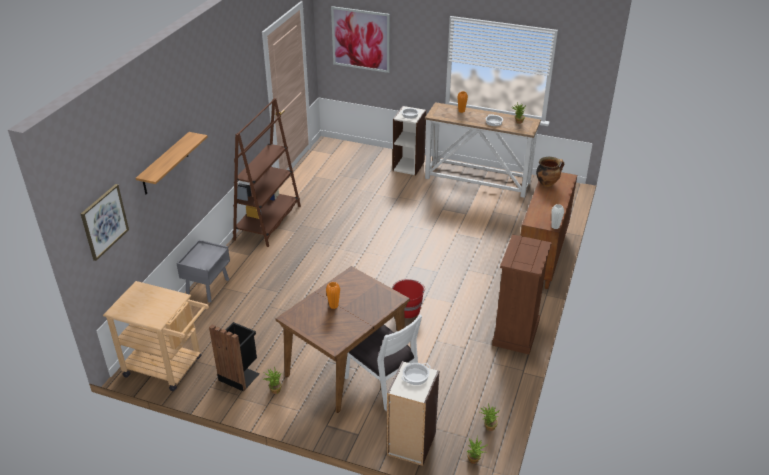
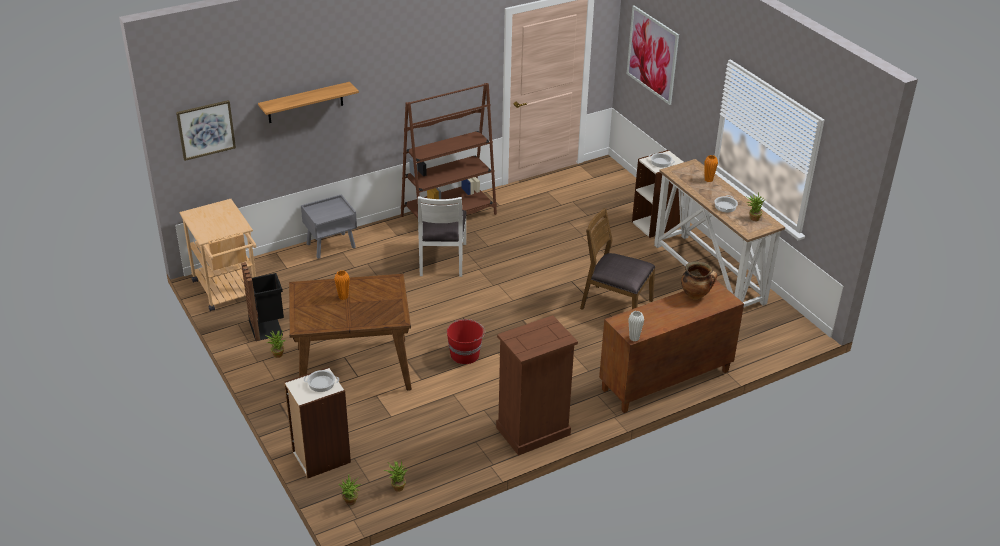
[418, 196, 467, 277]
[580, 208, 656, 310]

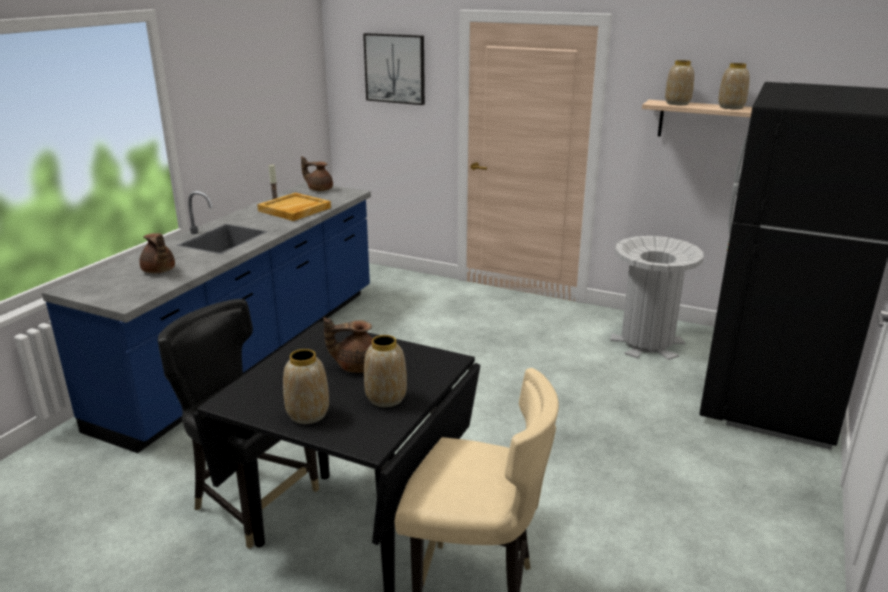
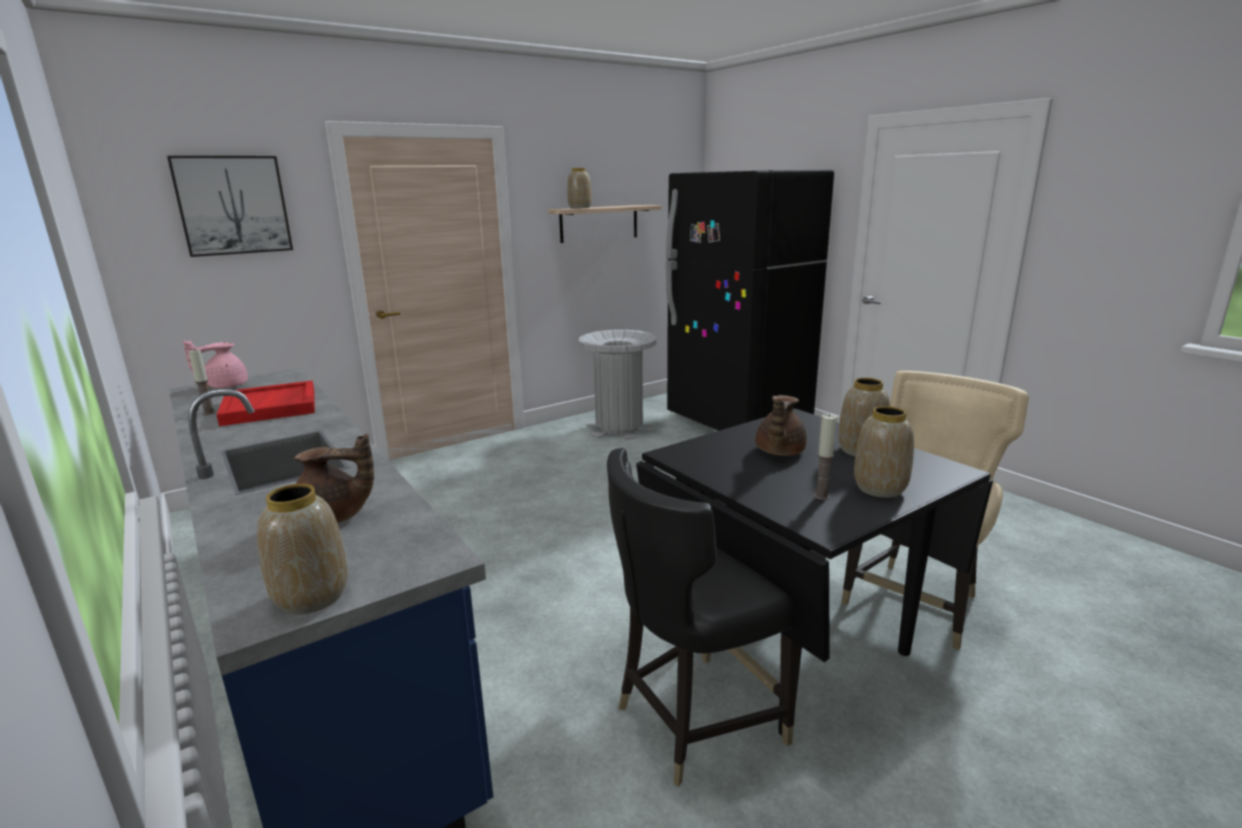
[183, 340, 248, 388]
[216, 380, 315, 426]
[257, 484, 348, 614]
[814, 414, 837, 500]

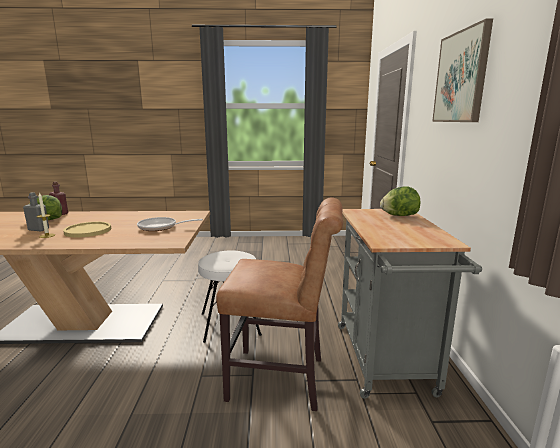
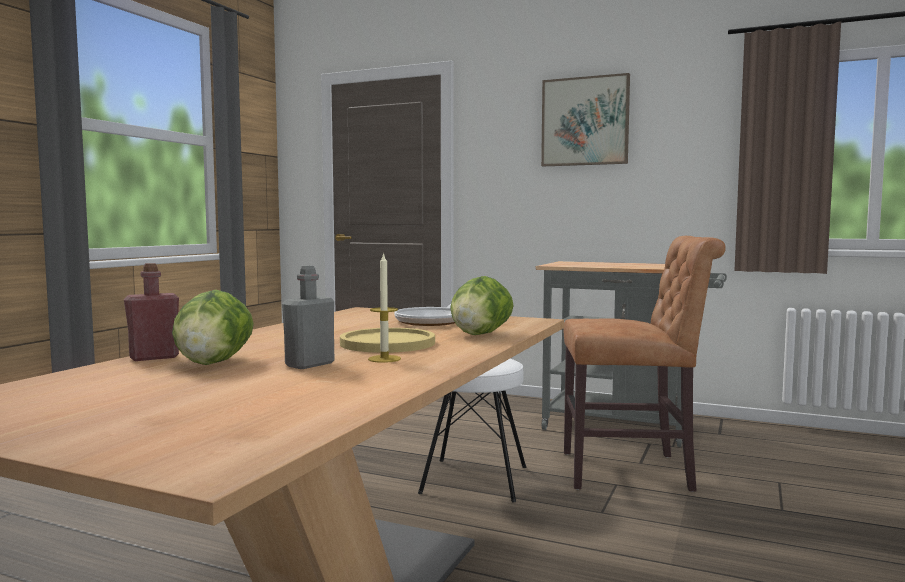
[450, 276, 514, 335]
[563, 236, 726, 492]

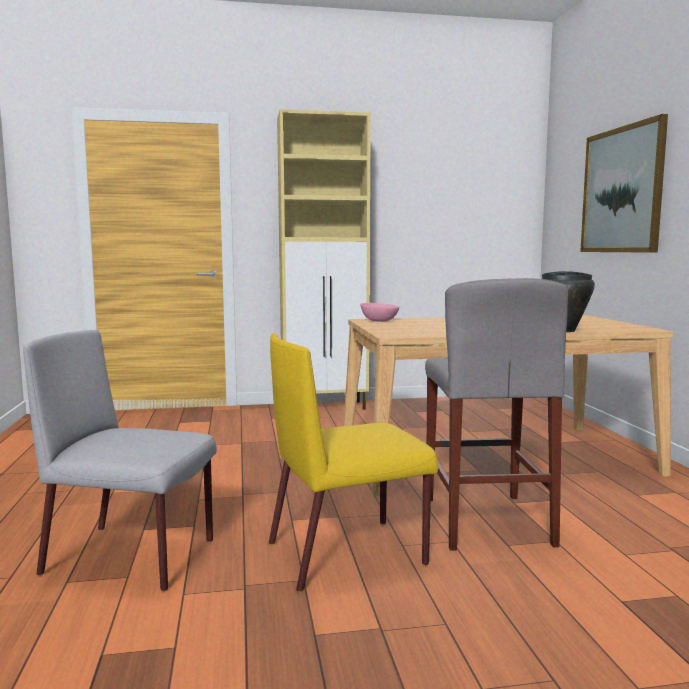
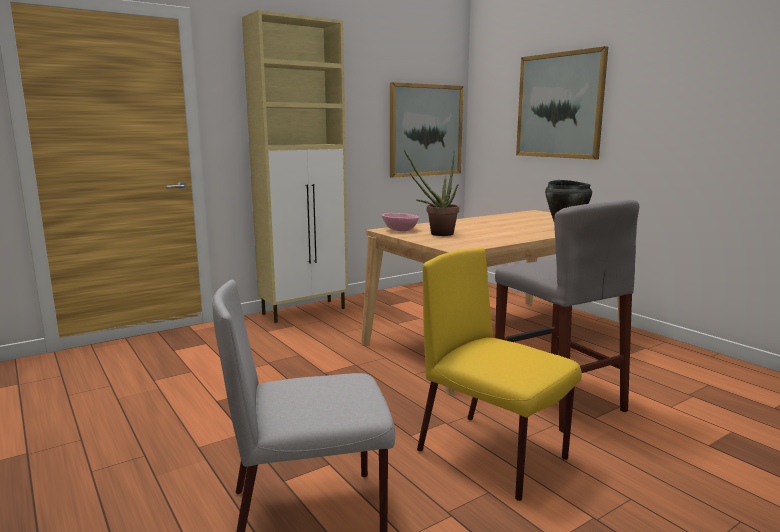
[390, 82, 463, 178]
[404, 149, 459, 236]
[417, 248, 582, 501]

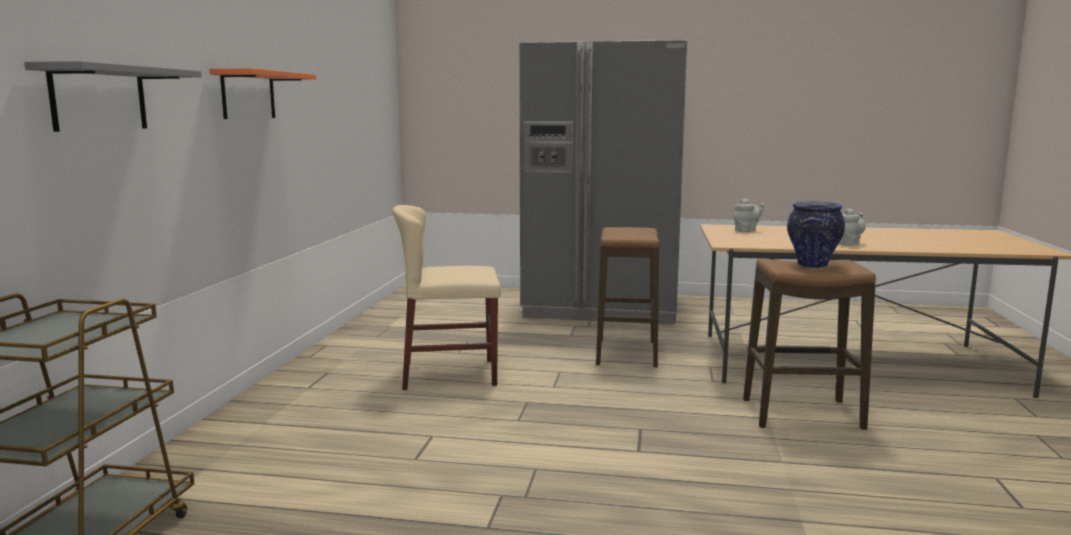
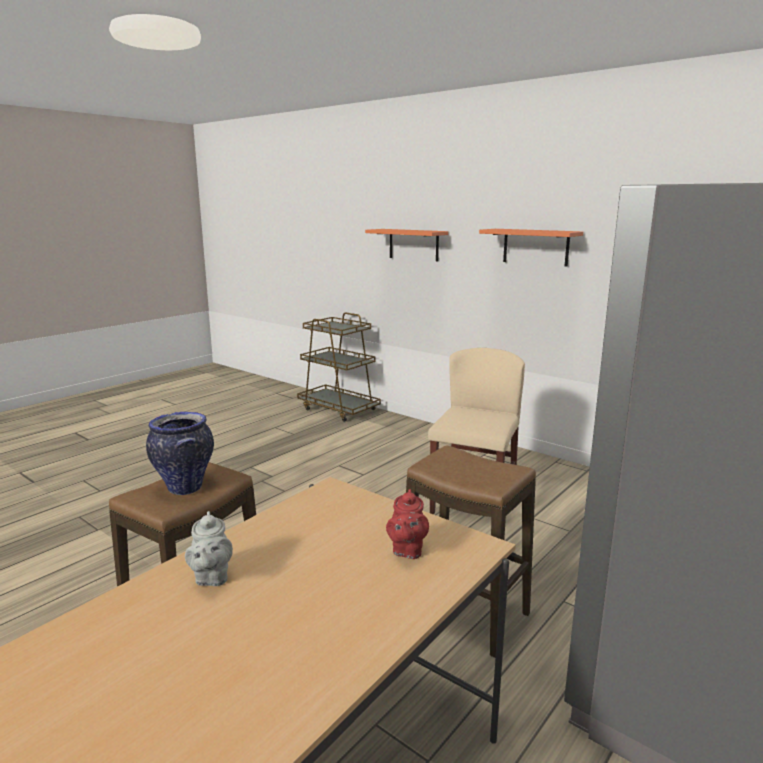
[365, 229, 448, 261]
[386, 489, 429, 559]

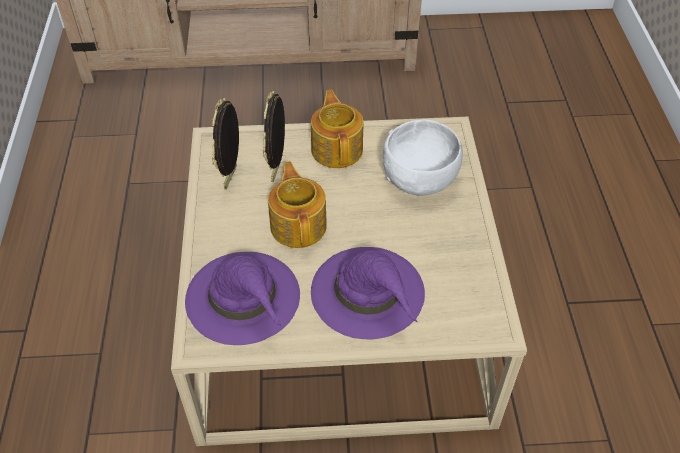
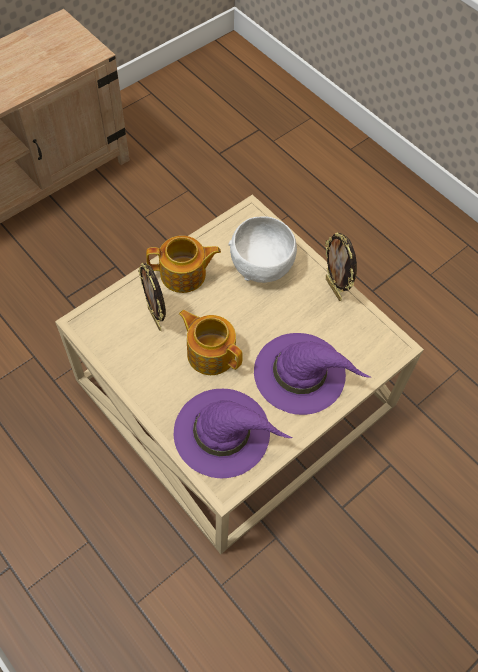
[146, 236, 221, 293]
[325, 232, 357, 301]

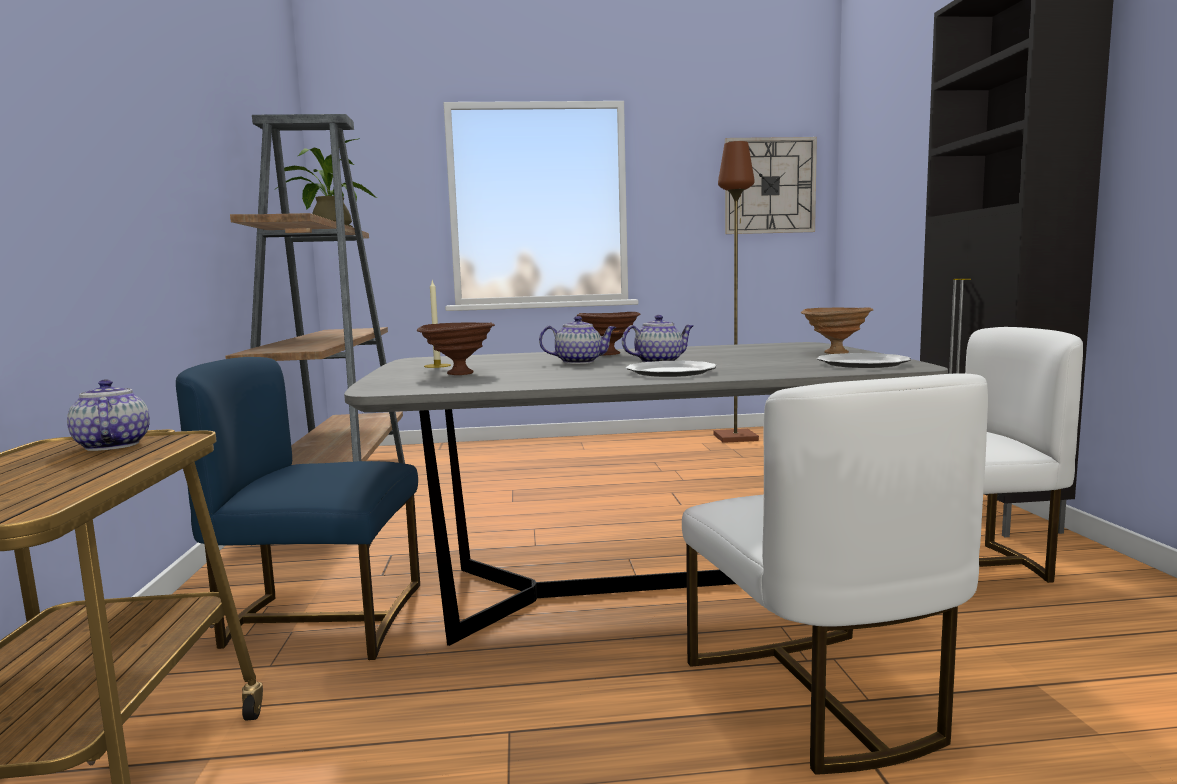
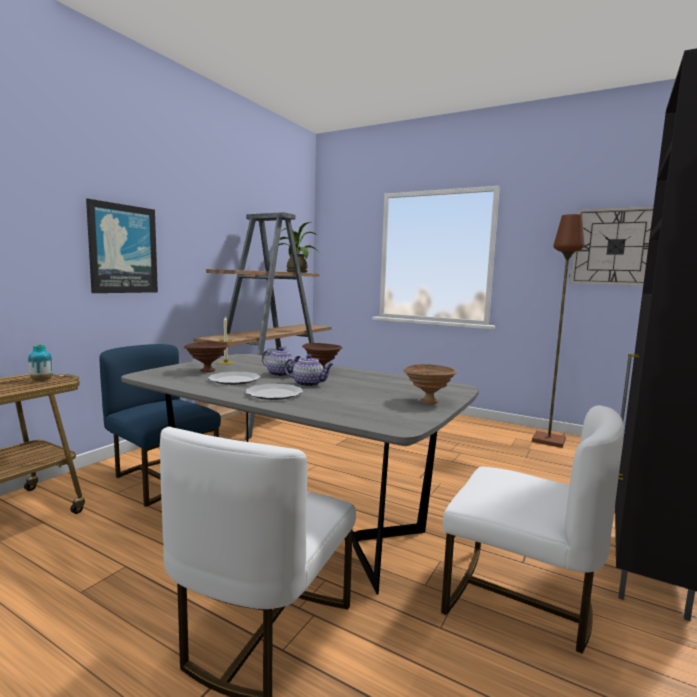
[28, 345, 53, 381]
[86, 199, 158, 293]
[208, 371, 261, 385]

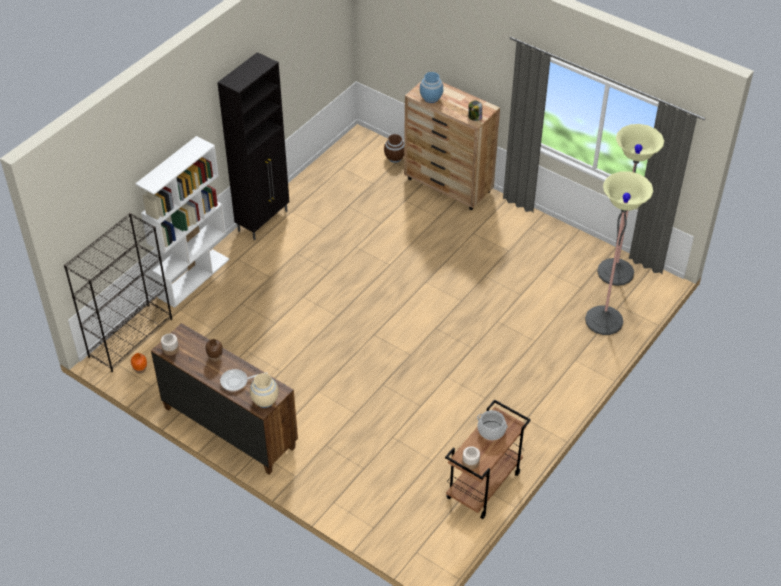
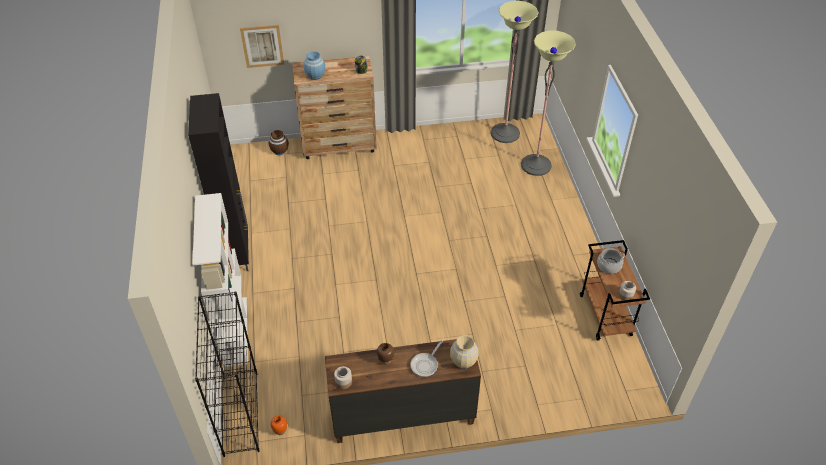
[240, 25, 284, 68]

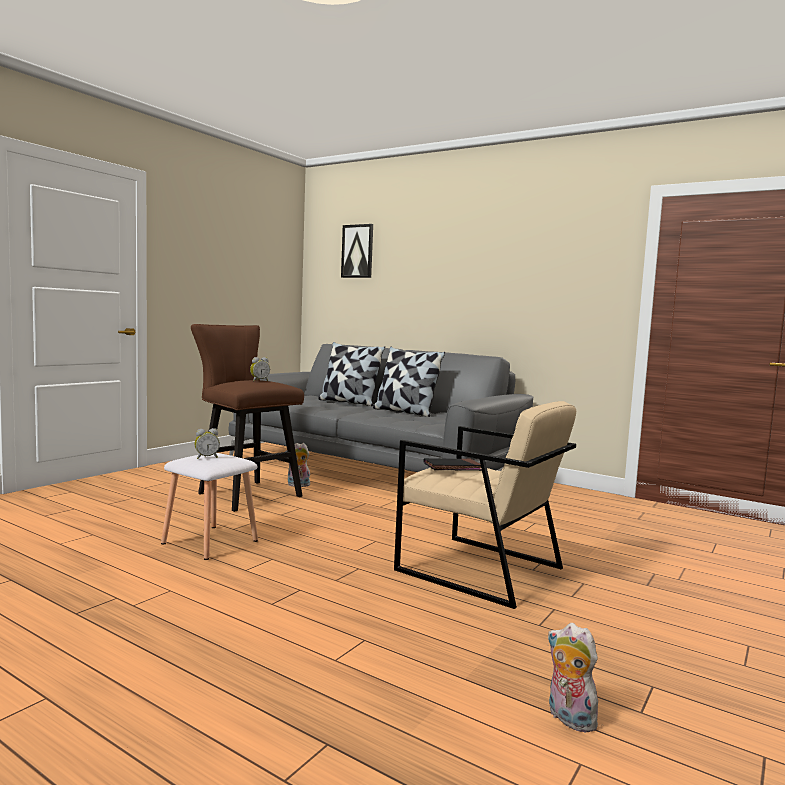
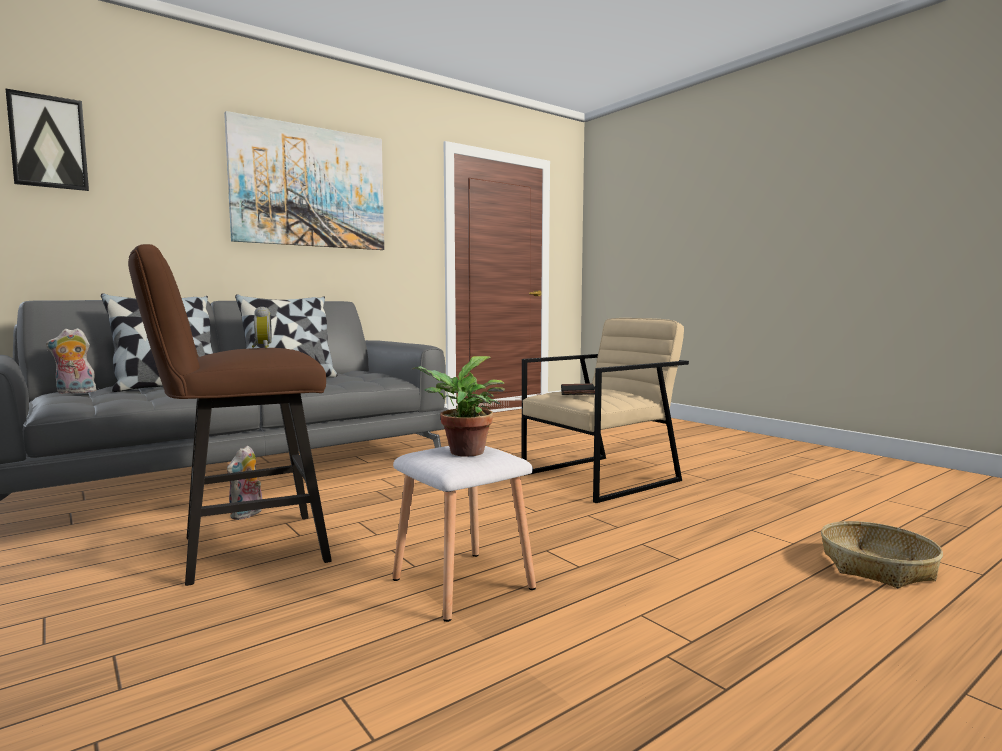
[46, 328, 97, 394]
[224, 111, 384, 250]
[412, 356, 505, 457]
[821, 521, 943, 588]

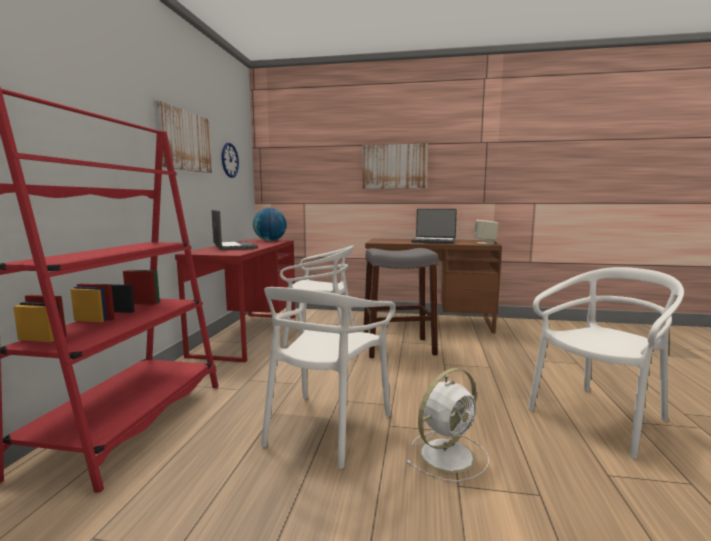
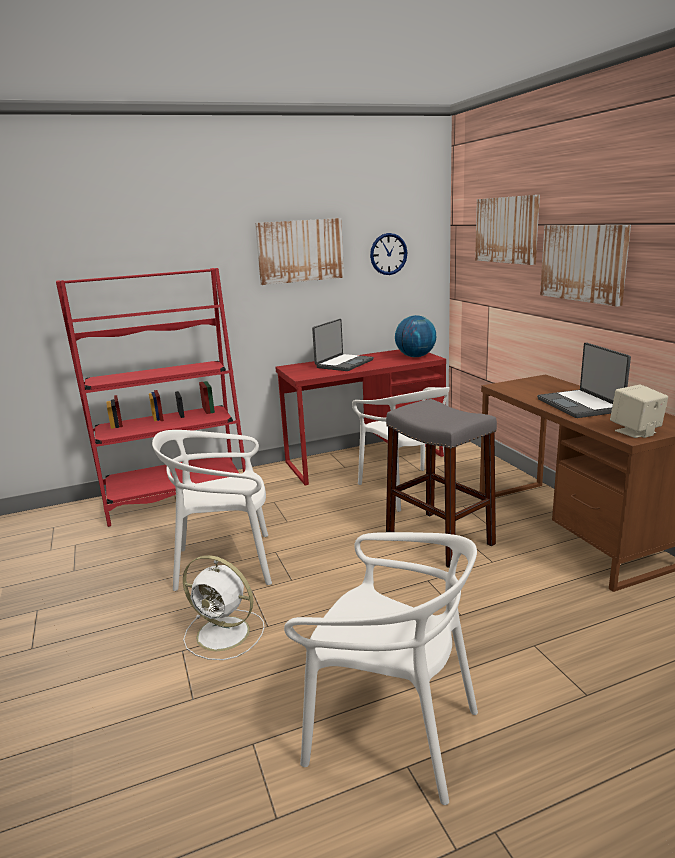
[475, 195, 540, 265]

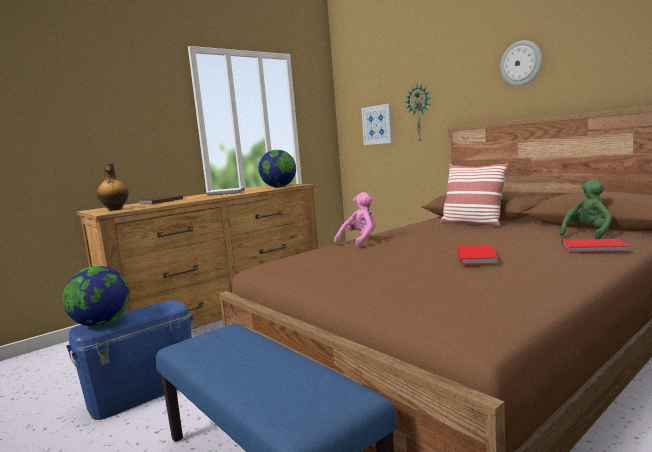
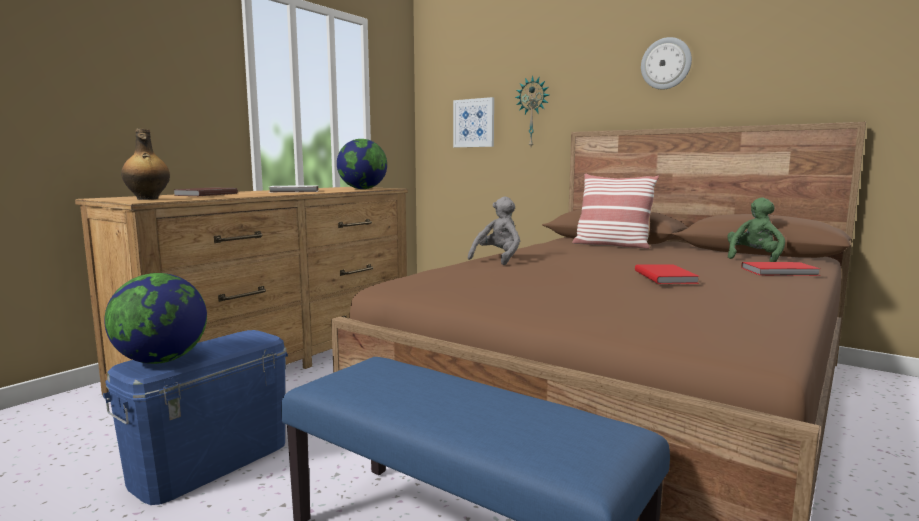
[468, 197, 520, 265]

